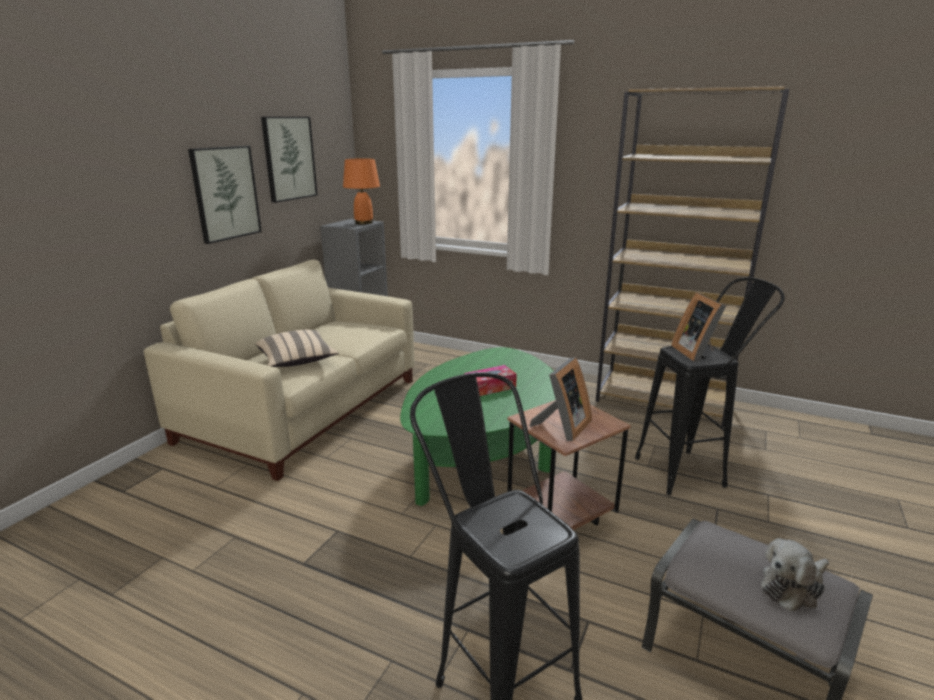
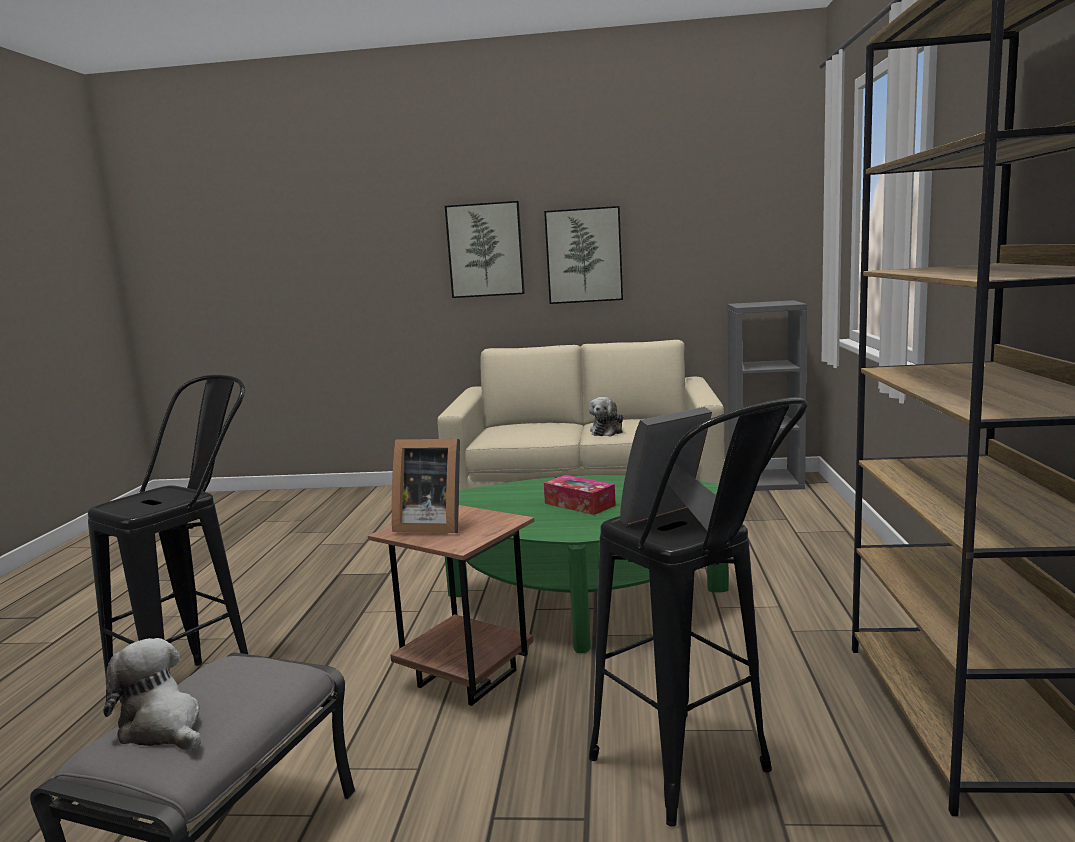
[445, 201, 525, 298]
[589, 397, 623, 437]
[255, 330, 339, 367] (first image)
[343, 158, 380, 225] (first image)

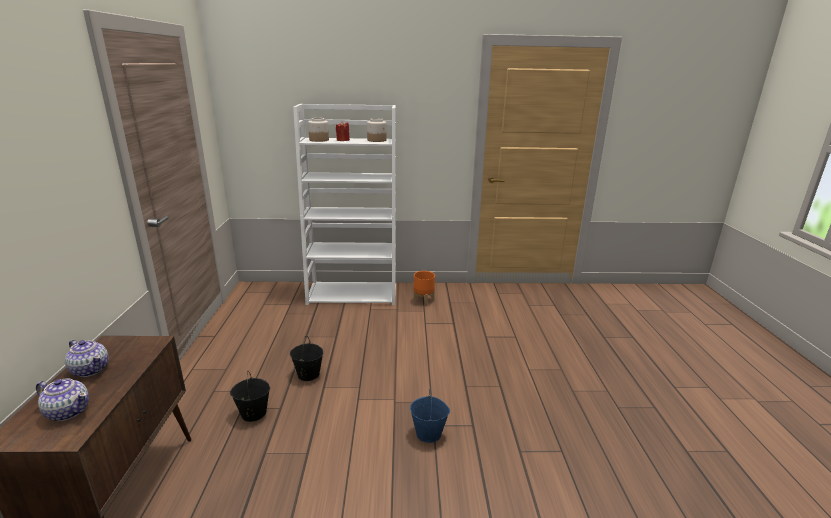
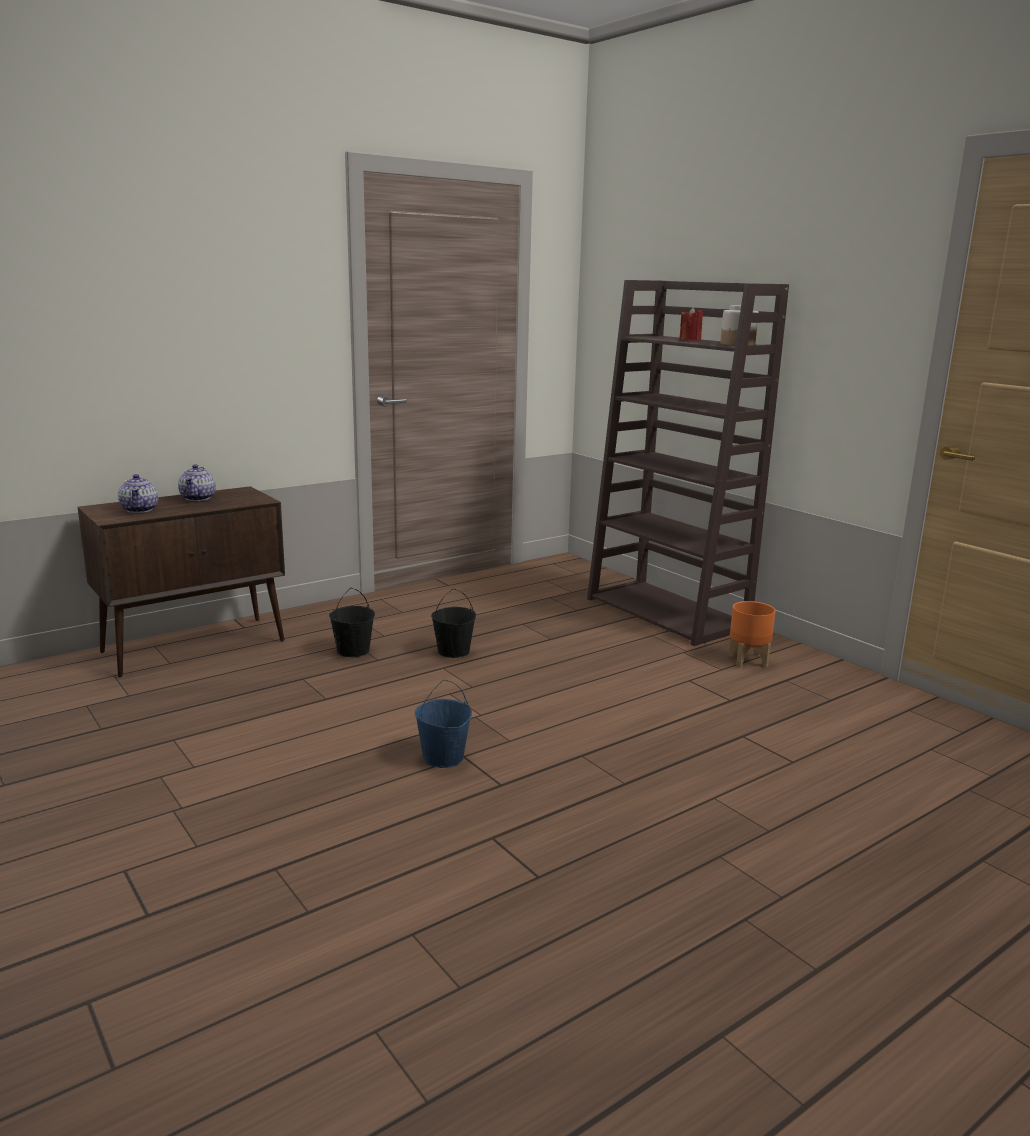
[587, 280, 789, 646]
[308, 118, 329, 142] (first image)

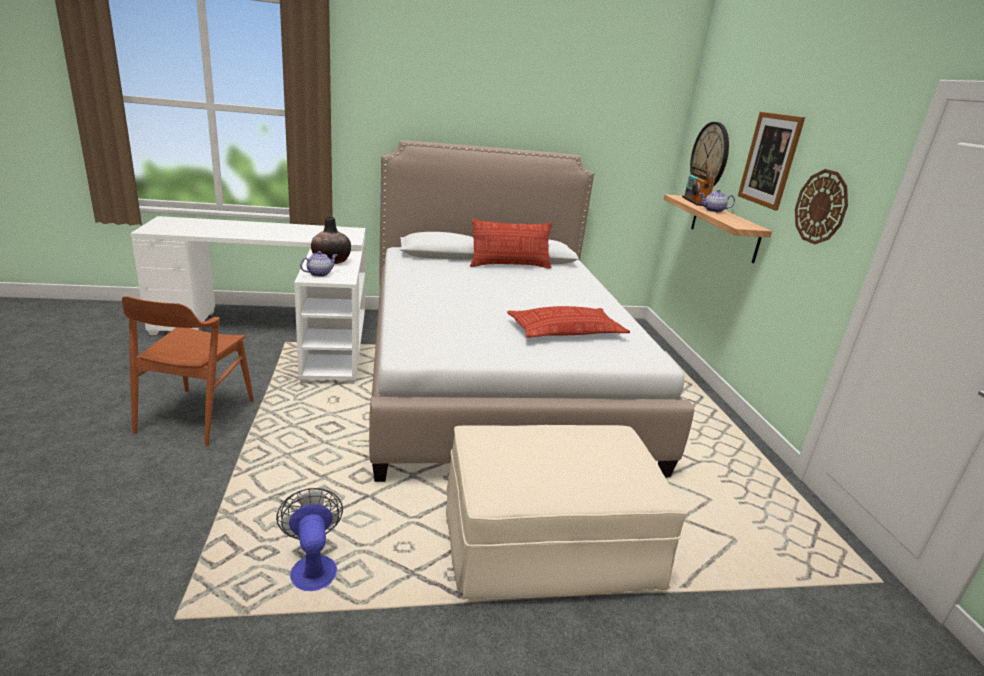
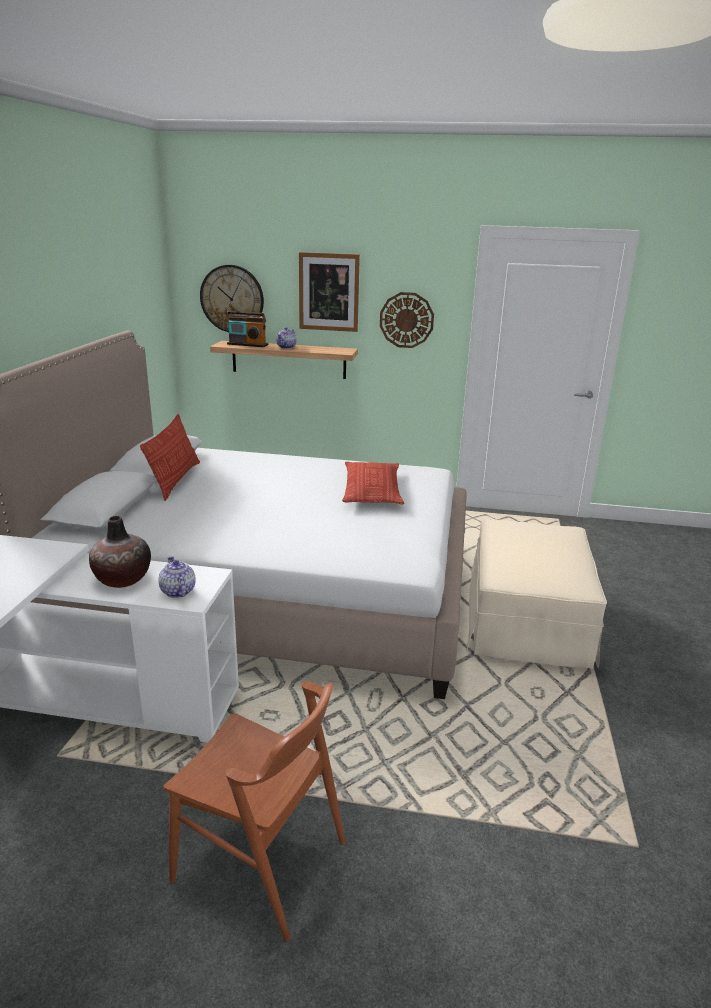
[276, 488, 343, 591] (first image)

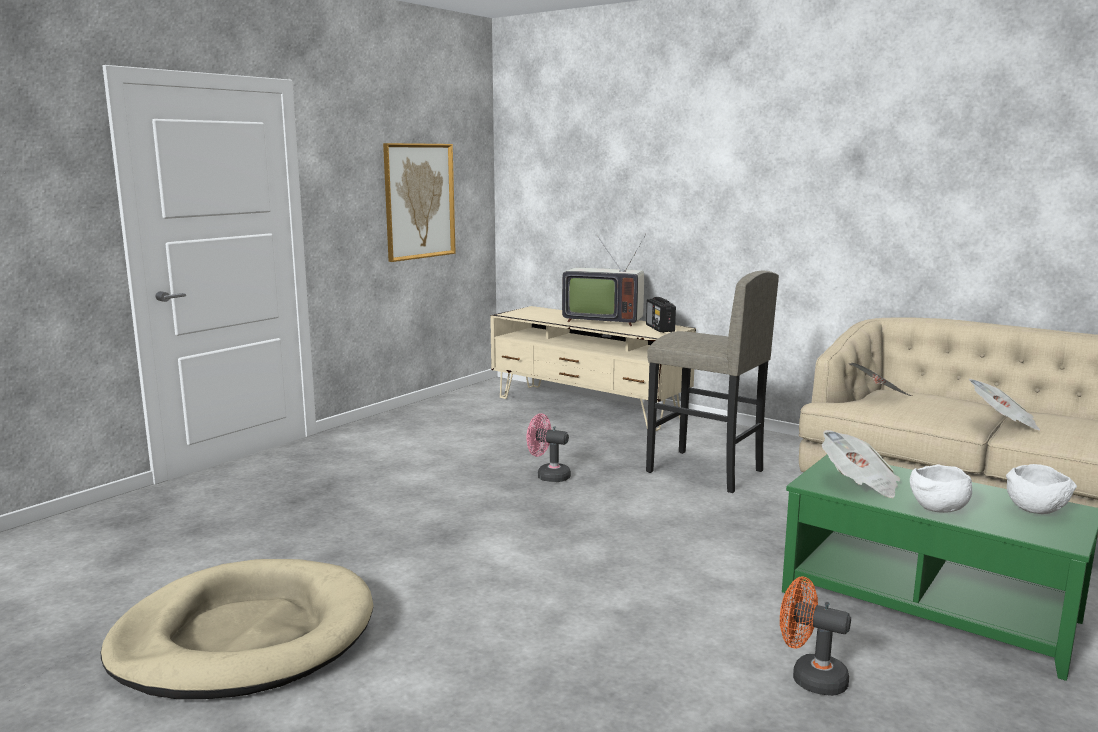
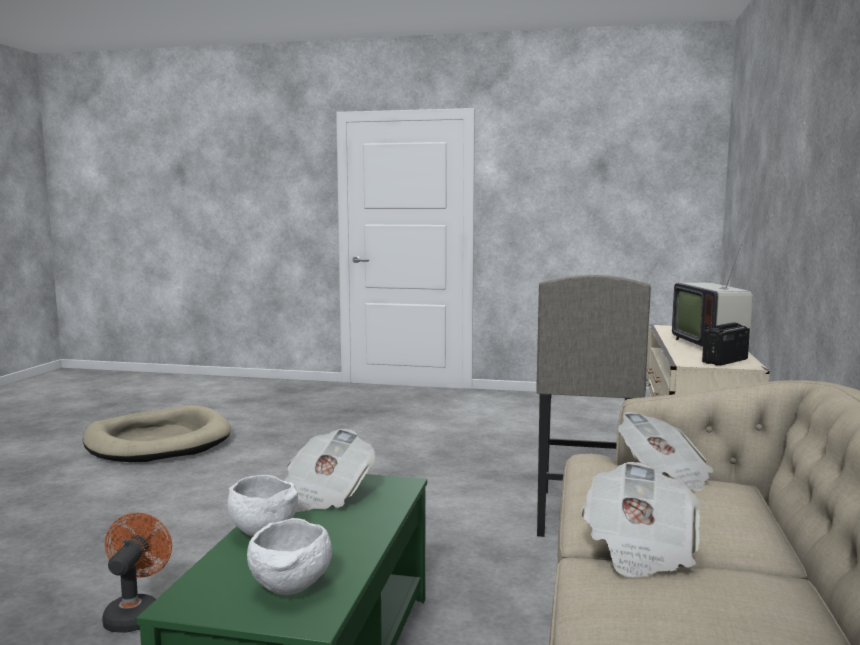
[383, 143, 456, 262] (first image)
[526, 413, 571, 482] (first image)

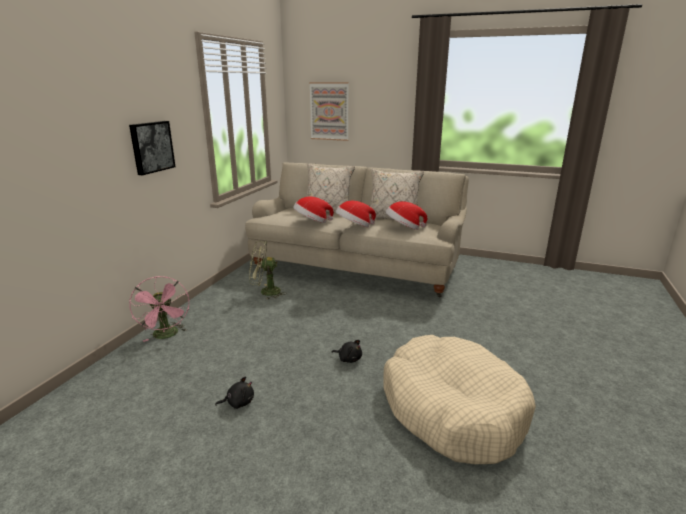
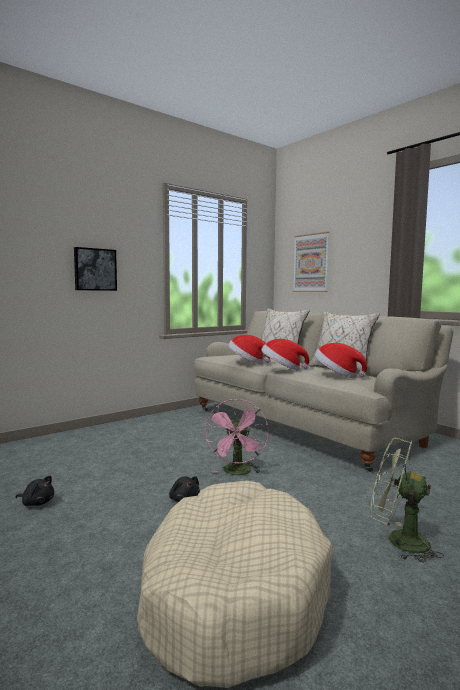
[205, 399, 269, 475]
[371, 438, 444, 563]

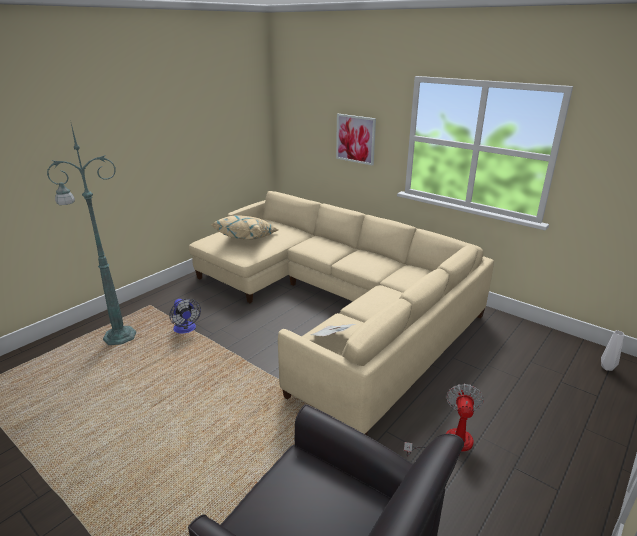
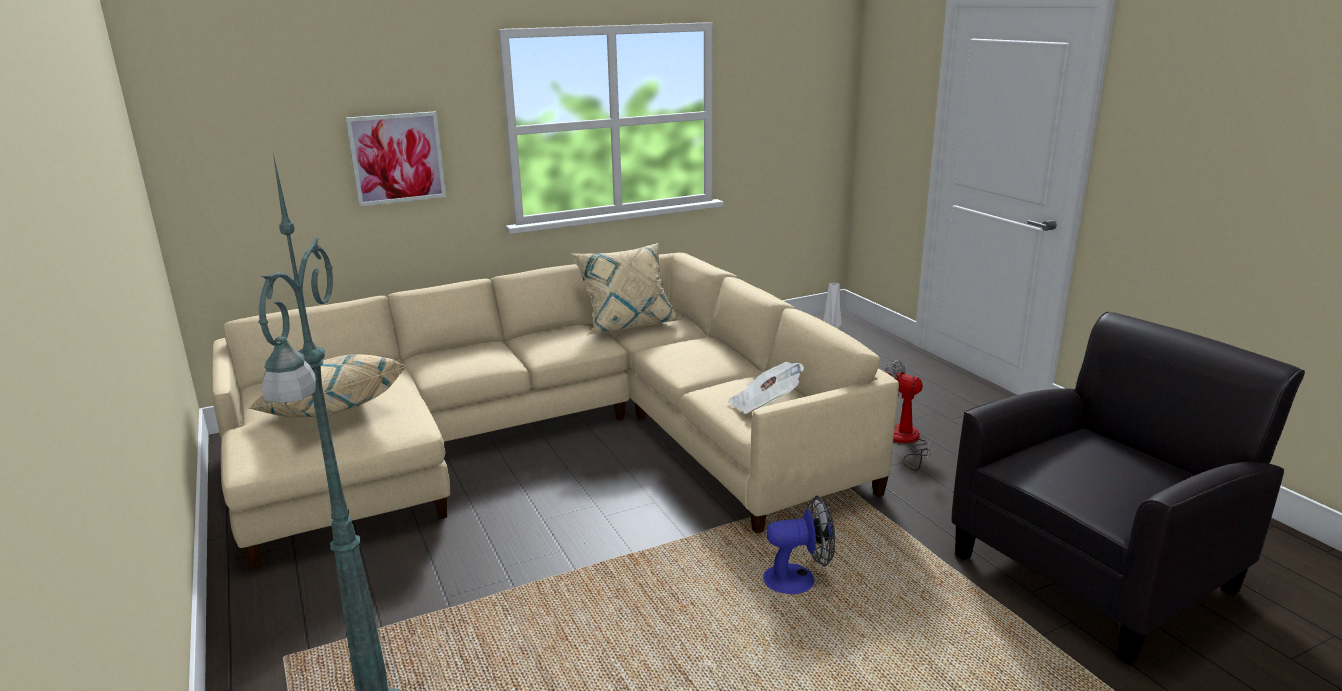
[571, 243, 682, 335]
[763, 496, 835, 594]

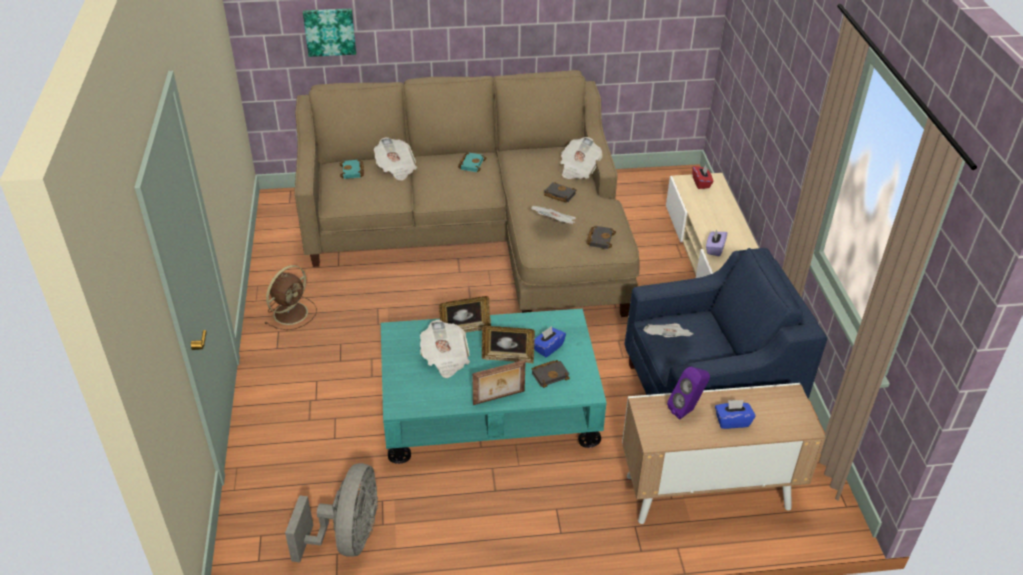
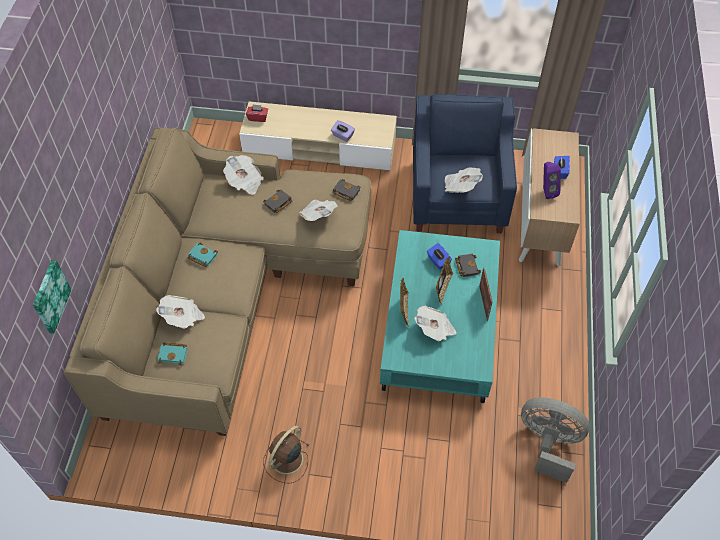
[263, 426, 310, 483]

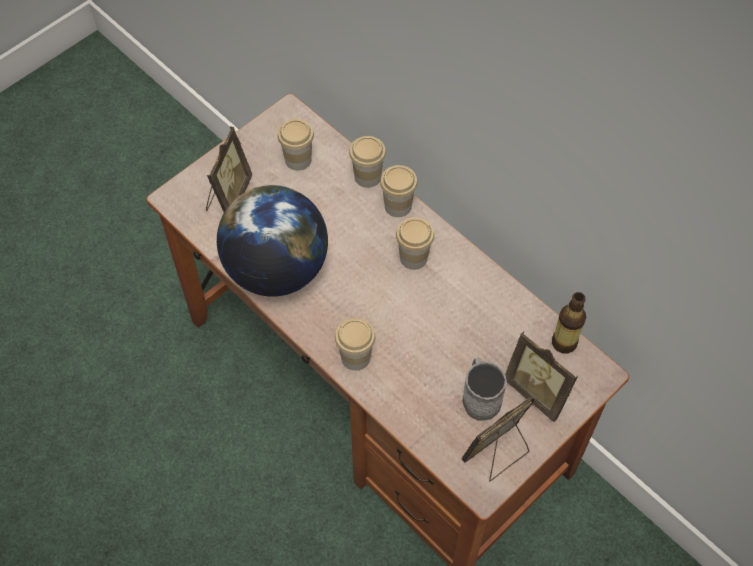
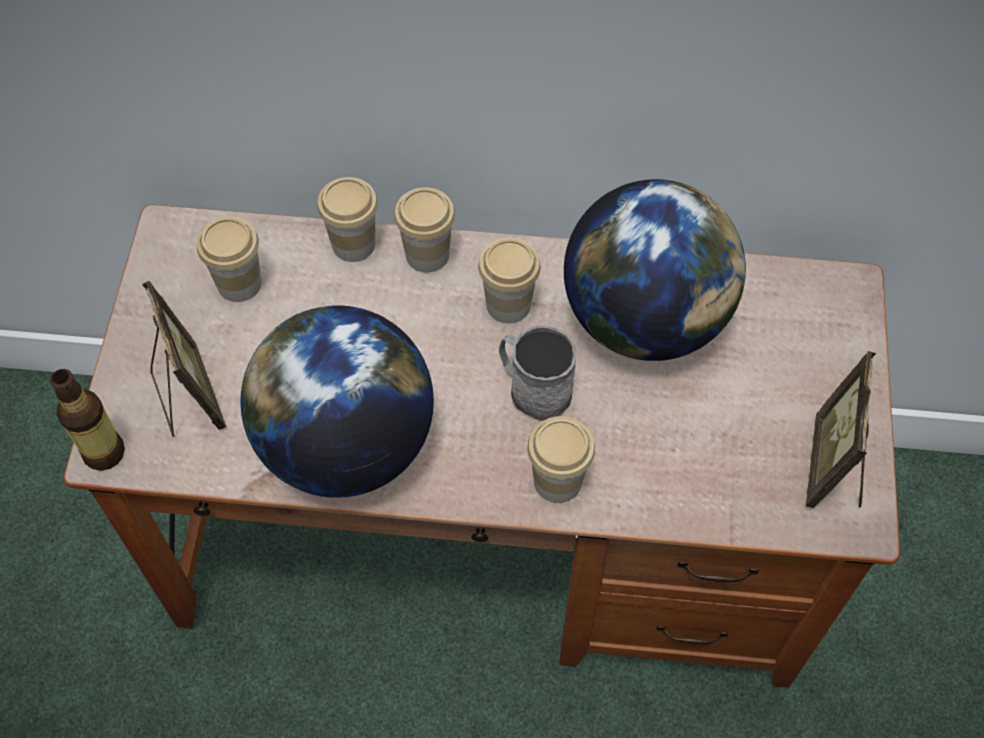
[50, 369, 125, 471]
[499, 325, 576, 421]
[564, 179, 746, 361]
[505, 331, 578, 422] (first image)

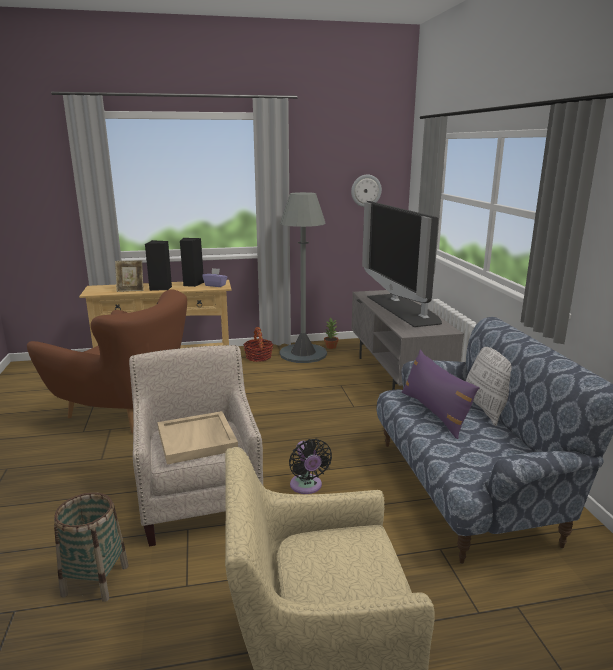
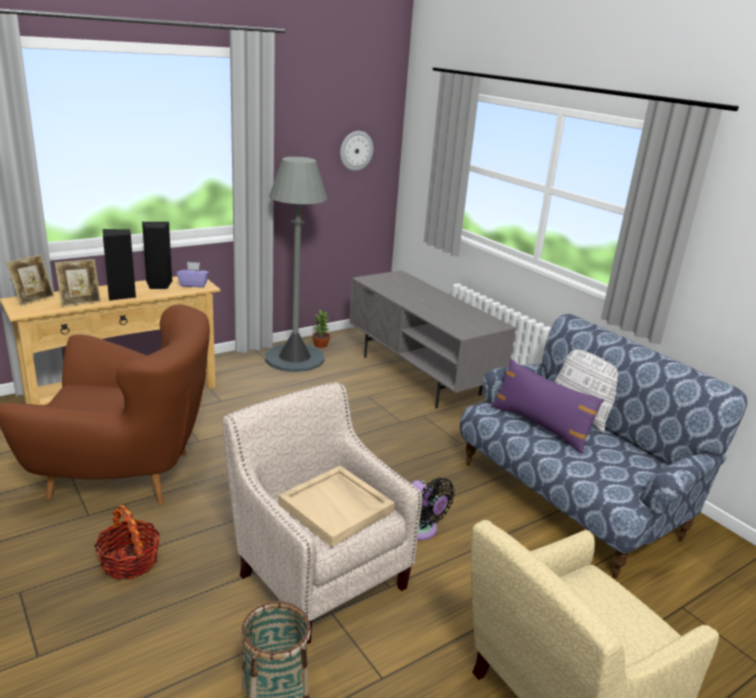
[6, 255, 54, 306]
[94, 505, 160, 579]
[362, 201, 442, 327] (first image)

